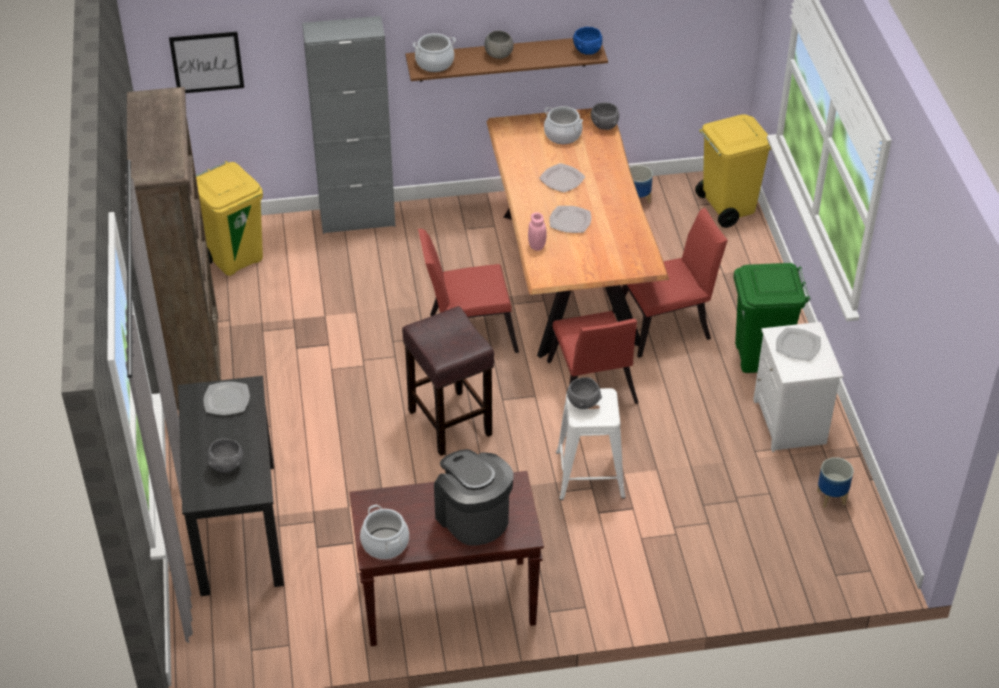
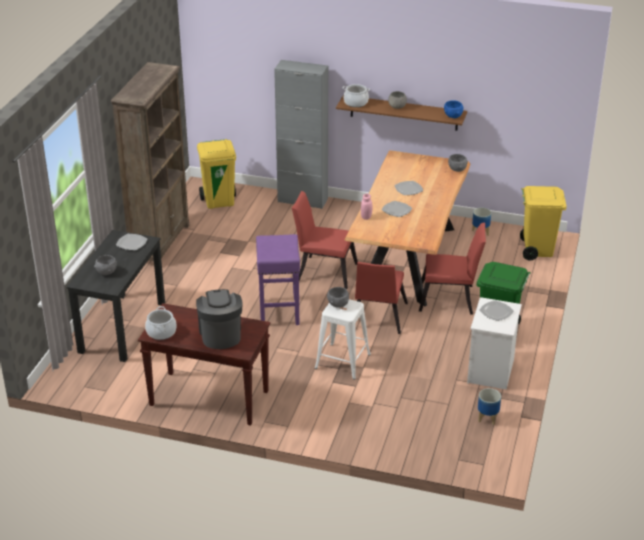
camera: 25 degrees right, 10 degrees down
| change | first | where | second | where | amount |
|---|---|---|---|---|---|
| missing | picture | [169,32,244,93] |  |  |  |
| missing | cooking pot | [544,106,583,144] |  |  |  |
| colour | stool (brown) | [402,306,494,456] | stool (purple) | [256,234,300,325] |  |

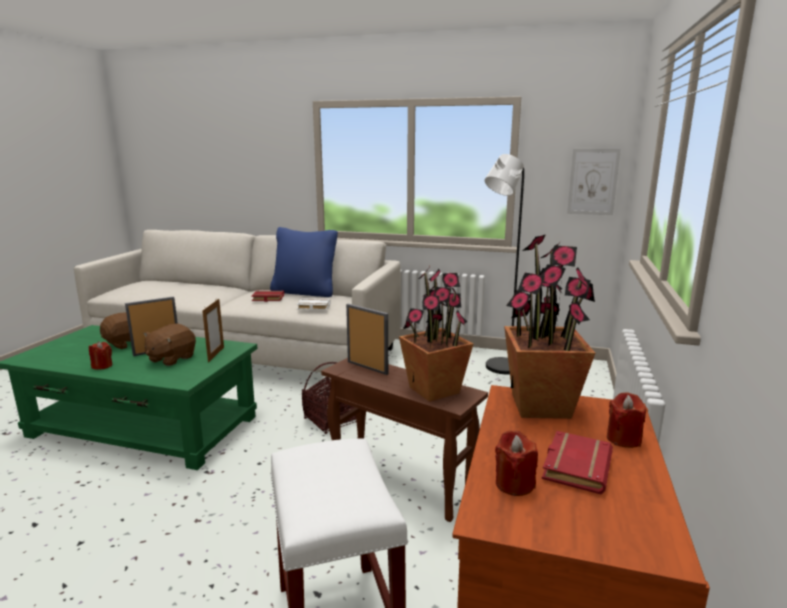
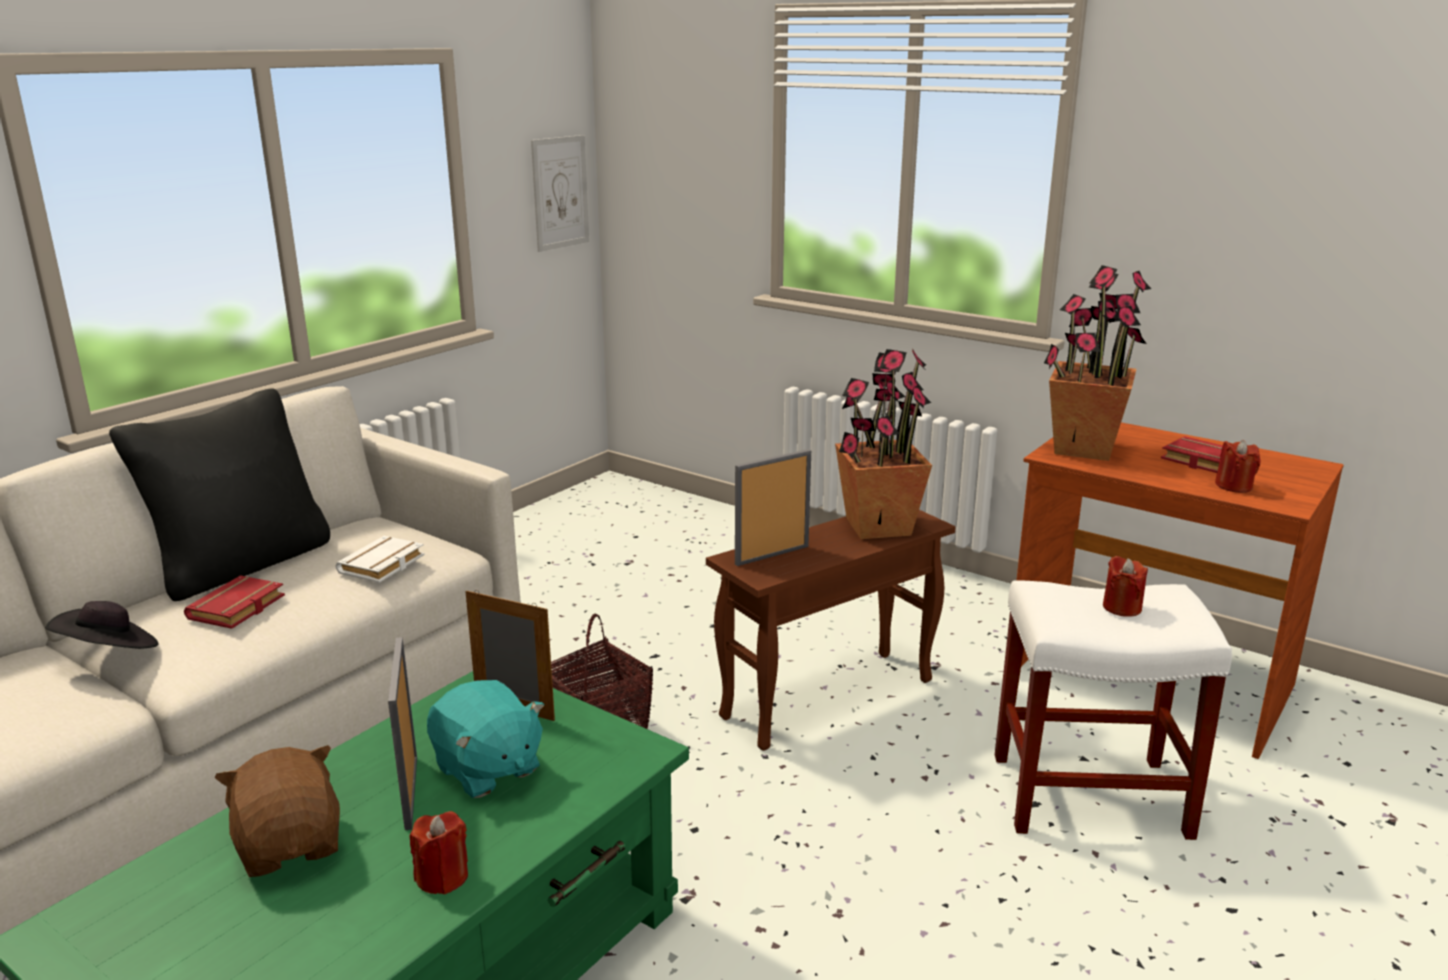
camera: 70 degrees left, 5 degrees up
| change | first | where | second | where | amount |
|---|---|---|---|---|---|
| missing | floor lamp (black) | [485,154,524,374] |  |  |  |
| appeared |  |  | hat (black) | [45,601,159,649] |  |
| relocated | candle (red) | [607,392,646,448] |  | [1103,556,1148,617] |  |
| colour | plush toy (brown) | [143,323,196,366] | plush toy (turquoise) | [427,680,544,798] |  |
| colour | pillow (blue) | [270,227,338,297] | pillow (black) | [109,388,330,601] |  |

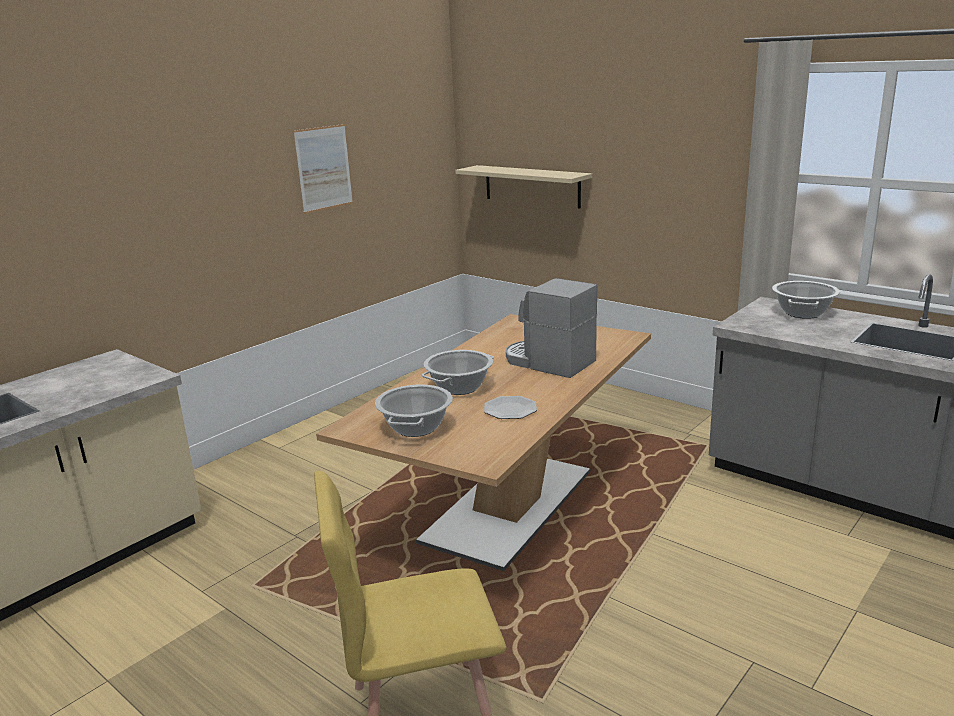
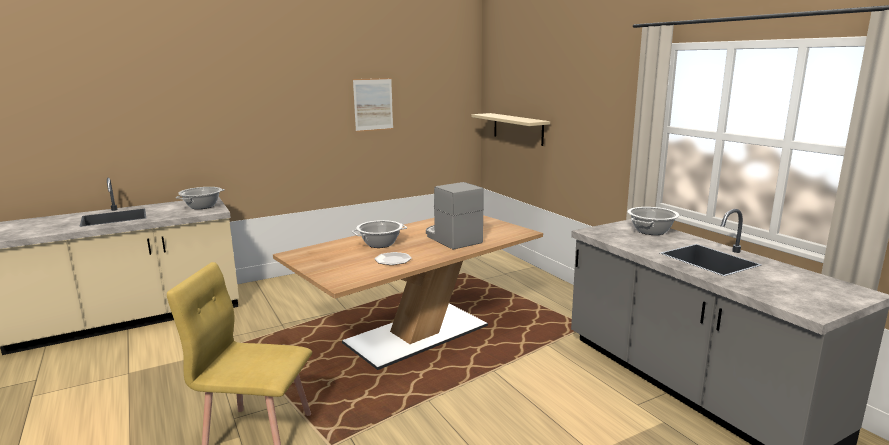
camera: 20 degrees right, 5 degrees down
| change | first | where | second | where | amount |
|---|---|---|---|---|---|
| relocated | cooking pot | [375,385,453,437] |  | [176,187,225,209] |  |

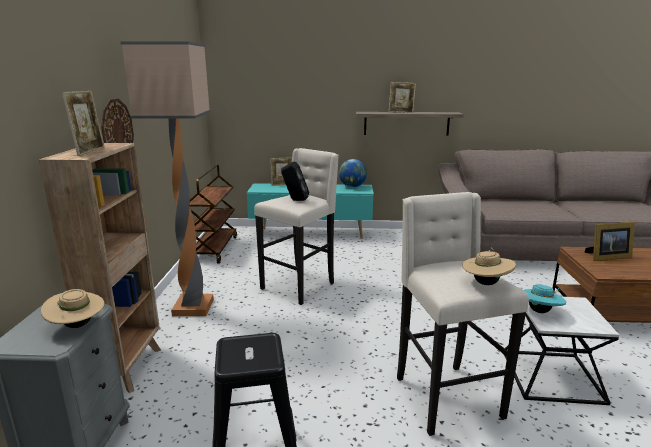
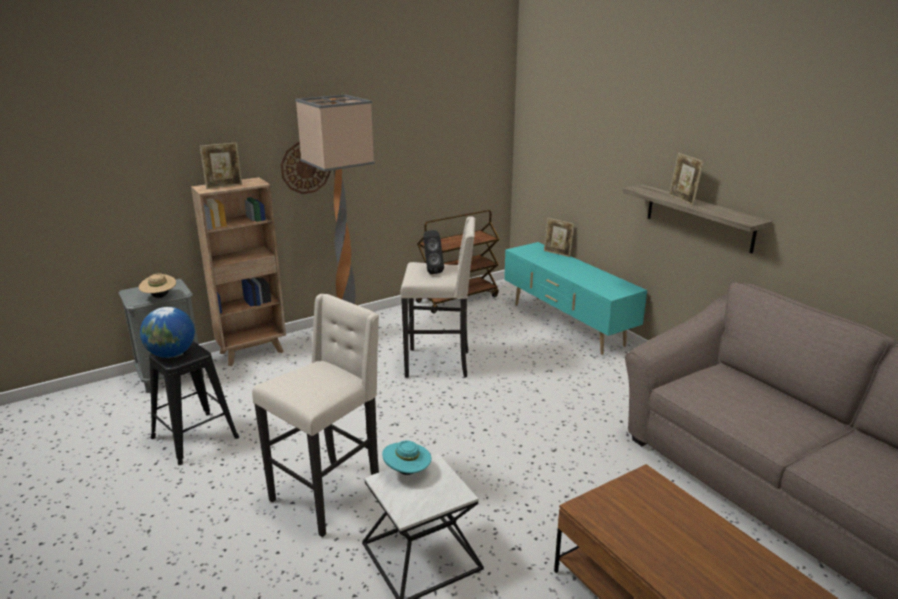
camera: 55 degrees right, 5 degrees up
| change | first | where | second | where | amount |
|---|---|---|---|---|---|
| missing | hat (beige) | [462,247,516,285] |  |  |  |
| missing | picture frame | [584,222,635,261] |  |  |  |
| relocated | globe | [339,159,367,187] |  | [140,307,195,358] |  |

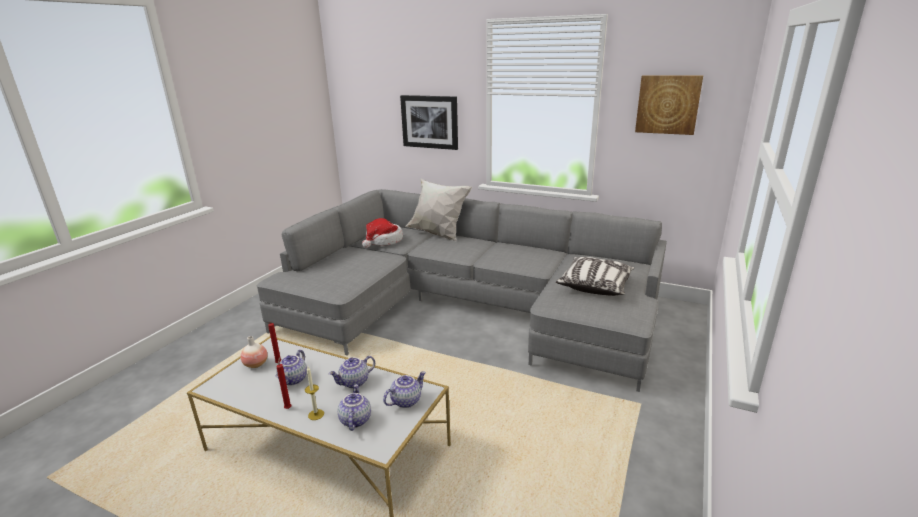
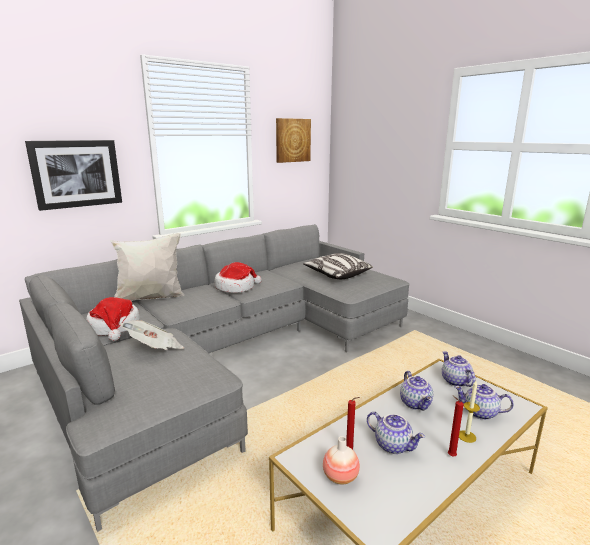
camera: 65 degrees left, 5 degrees down
| change | first | where | second | where | amount |
|---|---|---|---|---|---|
| appeared |  |  | newspaper | [120,320,184,350] |  |
| appeared |  |  | hat | [214,262,262,293] |  |

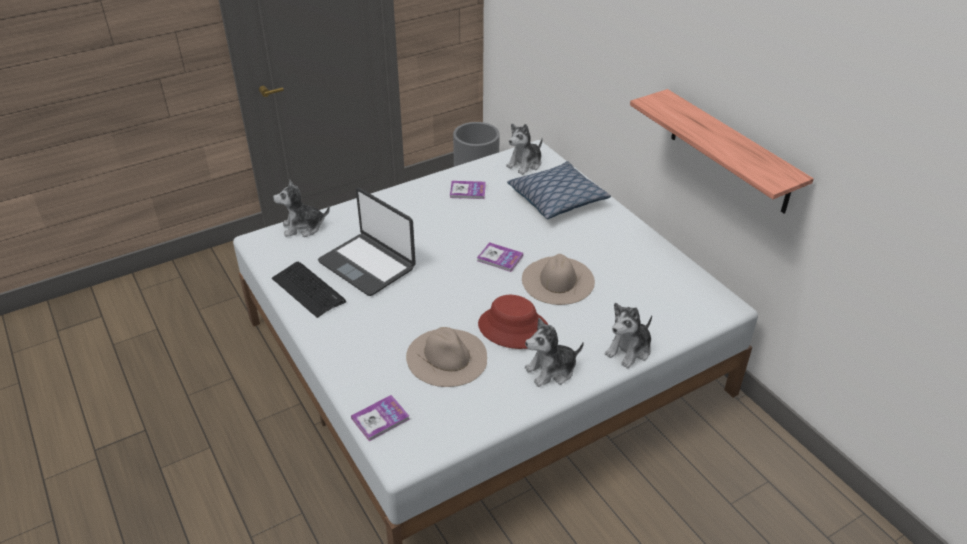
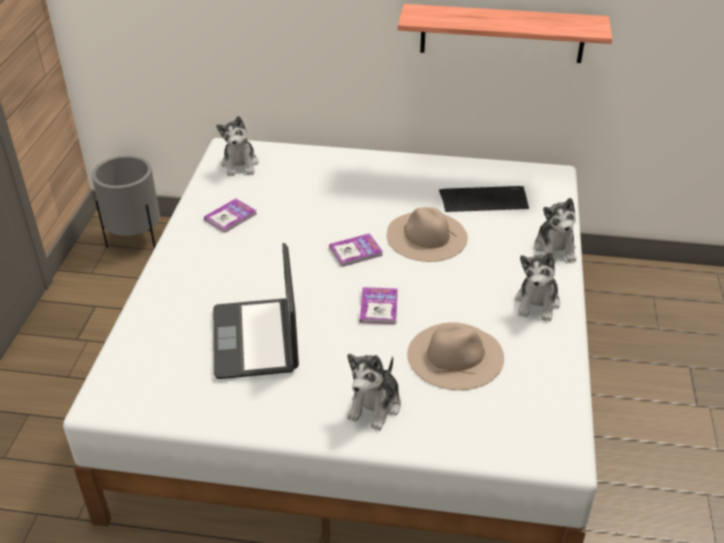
camera: 50 degrees left, 0 degrees up
| change | first | where | second | where | amount |
|---|---|---|---|---|---|
| missing | hat (red) | [478,295,548,349] |  |  |  |
| missing | pillow | [507,161,611,219] |  |  |  |
| relocated | keyboard | [272,262,346,318] |  | [439,186,529,212] |  |
| relocated | plush toy | [273,180,330,237] |  | [347,354,401,431] |  |
| relocated | book | [351,395,410,441] |  | [360,287,398,324] |  |
| spun | laptop | [318,188,416,296] |  | [213,243,299,379] | 90 degrees clockwise |

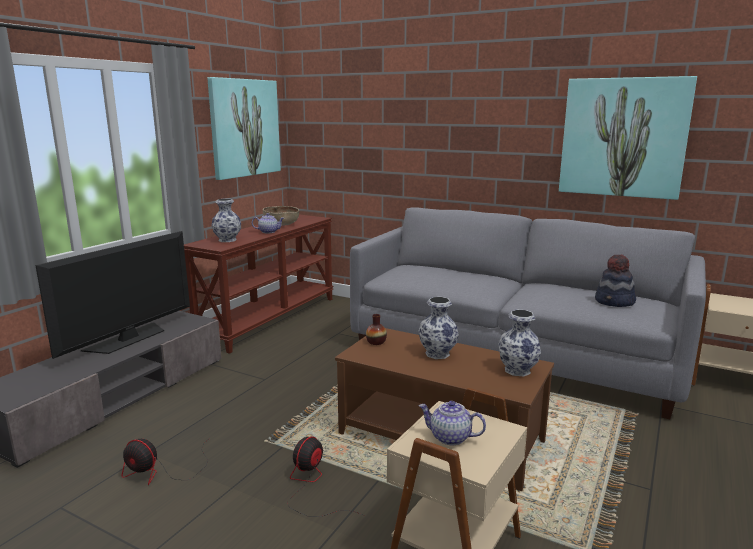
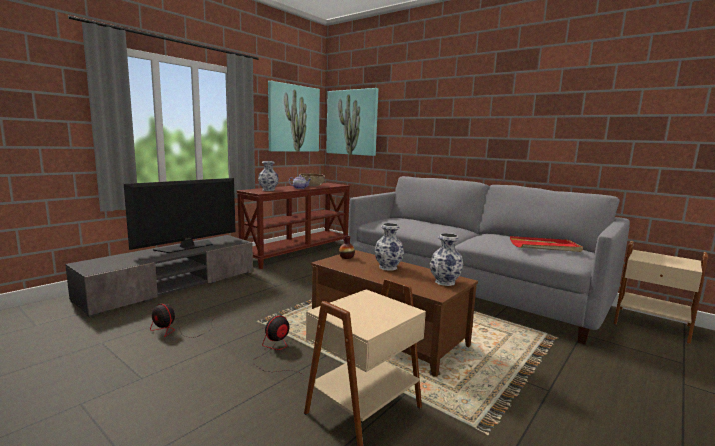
camera: 10 degrees right, 5 degrees down
| change | first | where | second | where | amount |
|---|---|---|---|---|---|
| missing | teapot | [419,401,486,445] |  |  |  |
| relocated | picture | [559,76,697,200] |  | [326,88,378,156] |  |
| exchanged | hat | [595,255,636,307] | tray (red) | [510,236,583,252] |  |

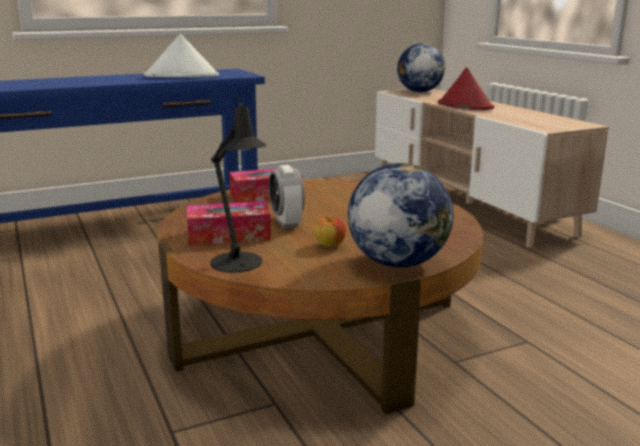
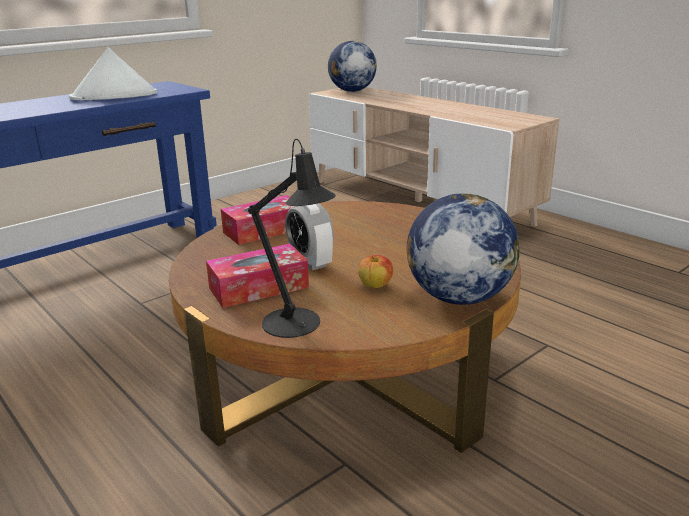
camera: 15 degrees left, 5 degrees up
| change | first | where | second | where | amount |
|---|---|---|---|---|---|
| missing | hat (red) | [438,67,495,110] |  |  |  |

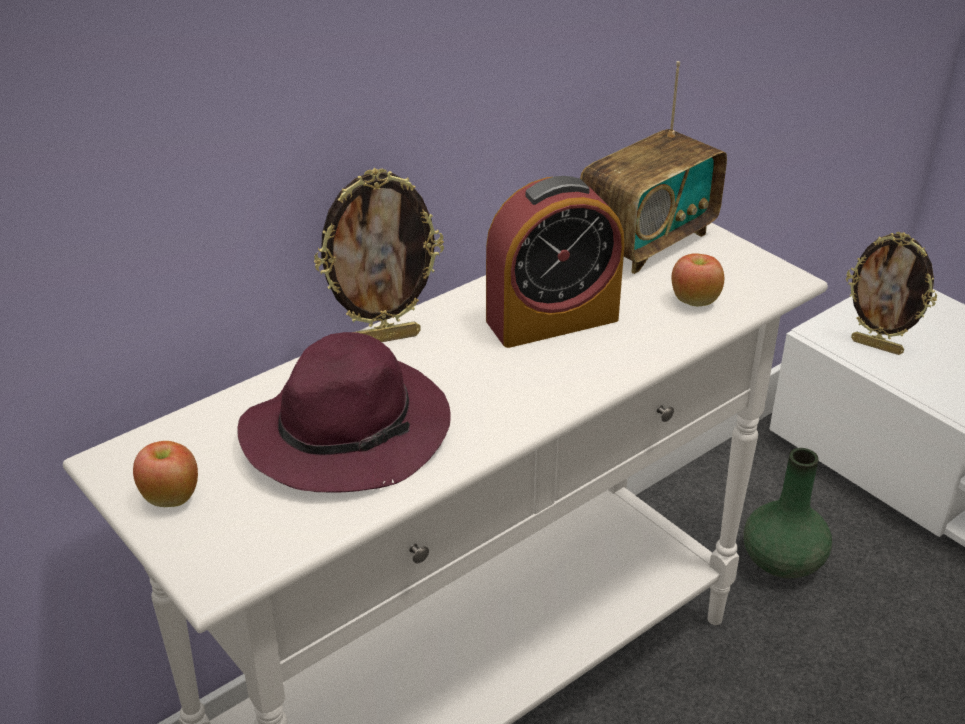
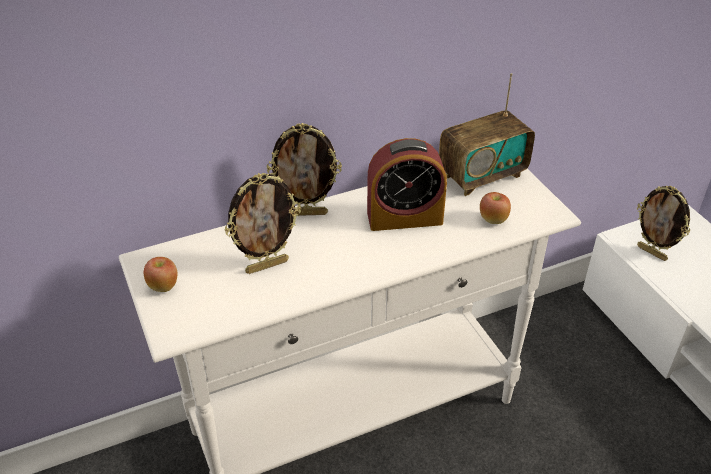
camera: 15 degrees right, 5 degrees up
| change | first | where | second | where | amount |
|---|---|---|---|---|---|
| missing | vase (green) | [743,448,832,578] |  |  |  |
| exchanged | hat (purple) | [237,332,451,493] | picture frame | [225,173,301,274] |  |

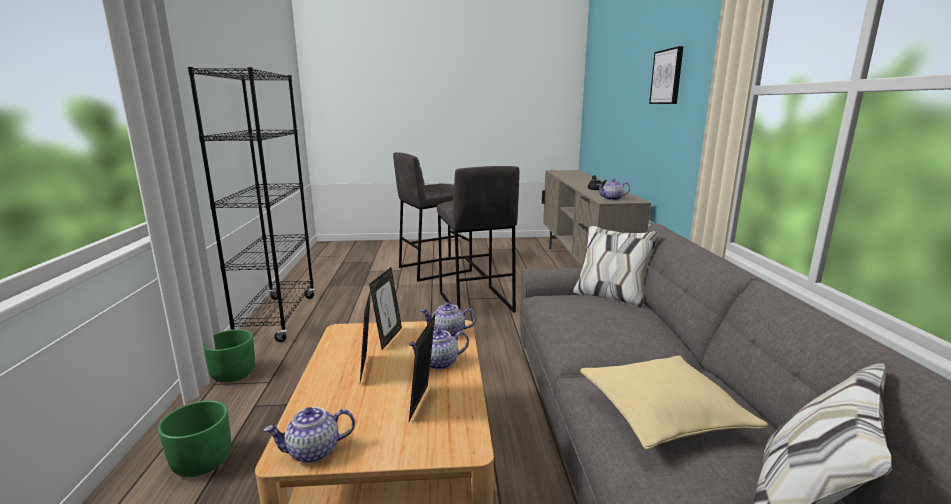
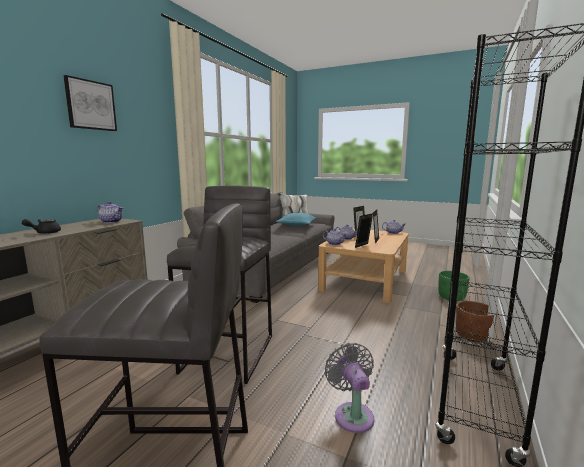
camera: 150 degrees left, 5 degrees down
| change | first | where | second | where | amount |
|---|---|---|---|---|---|
| appeared |  |  | fan (grey) | [325,343,375,433] |  |
| colour | planter (green) | [203,329,255,382] | planter (brown) | [456,301,497,343] |  |
| colour | pillow (beige) | [580,356,768,450] | pillow (turquoise) | [276,213,318,226] |  |

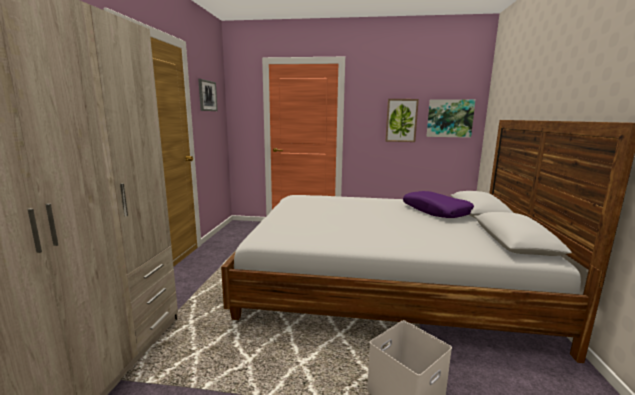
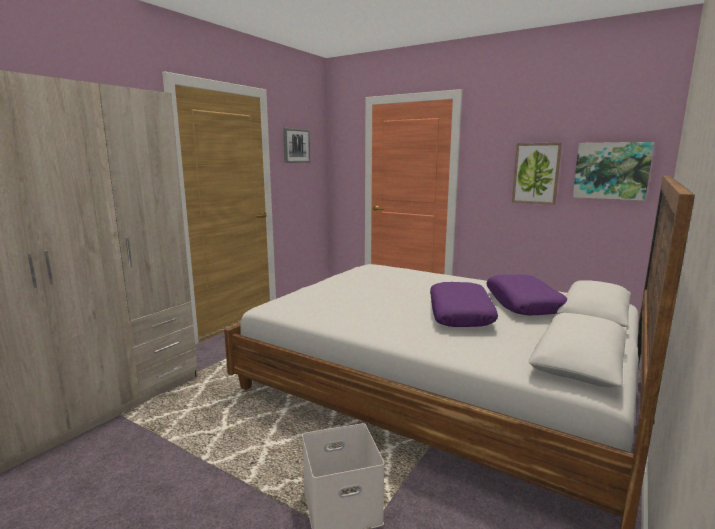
camera: 25 degrees right, 0 degrees up
| change | first | where | second | where | amount |
|---|---|---|---|---|---|
| appeared |  |  | pillow (purple) | [430,282,498,327] |  |

